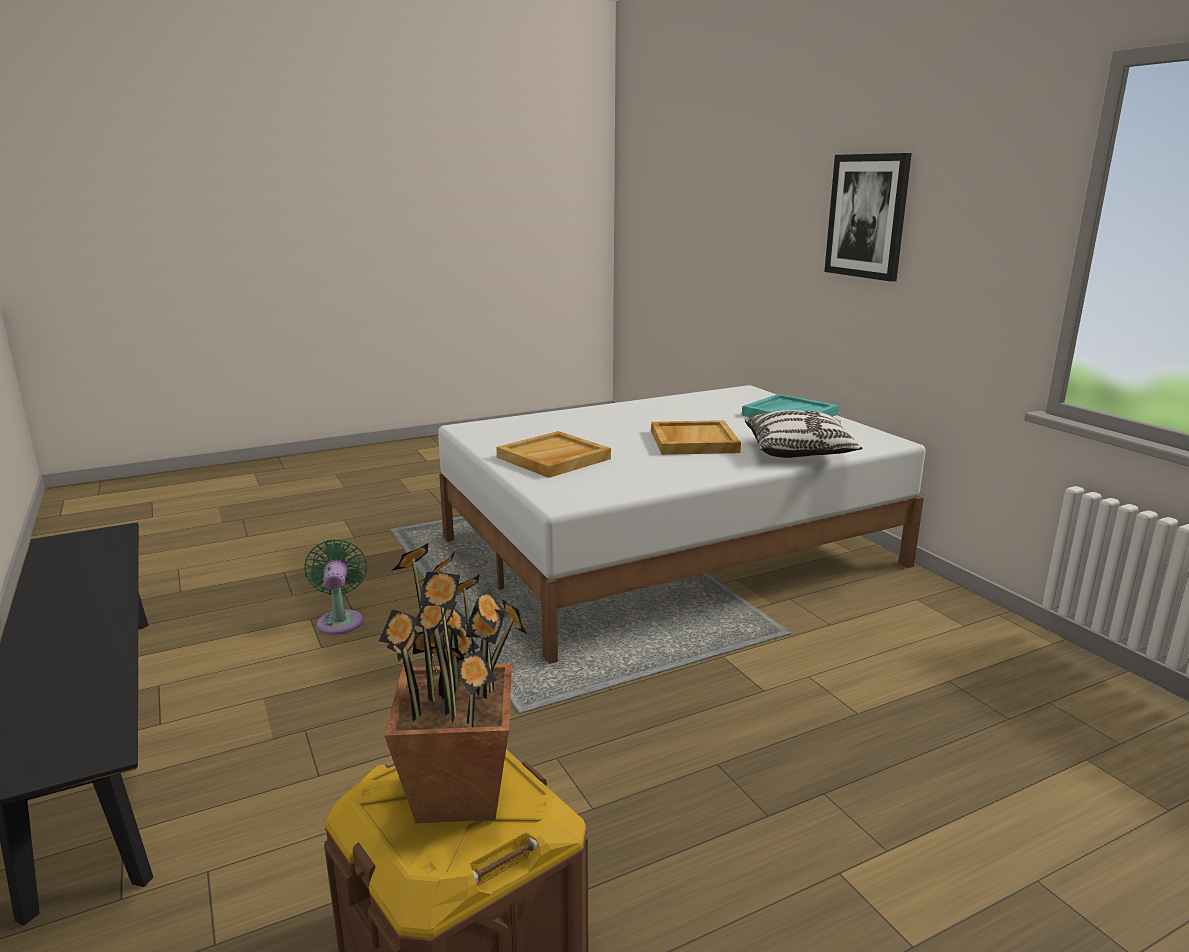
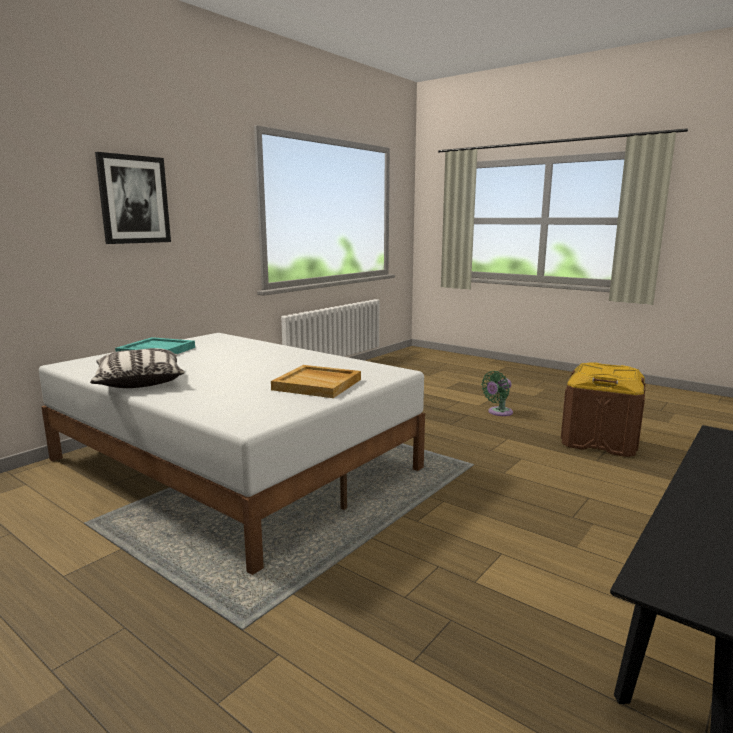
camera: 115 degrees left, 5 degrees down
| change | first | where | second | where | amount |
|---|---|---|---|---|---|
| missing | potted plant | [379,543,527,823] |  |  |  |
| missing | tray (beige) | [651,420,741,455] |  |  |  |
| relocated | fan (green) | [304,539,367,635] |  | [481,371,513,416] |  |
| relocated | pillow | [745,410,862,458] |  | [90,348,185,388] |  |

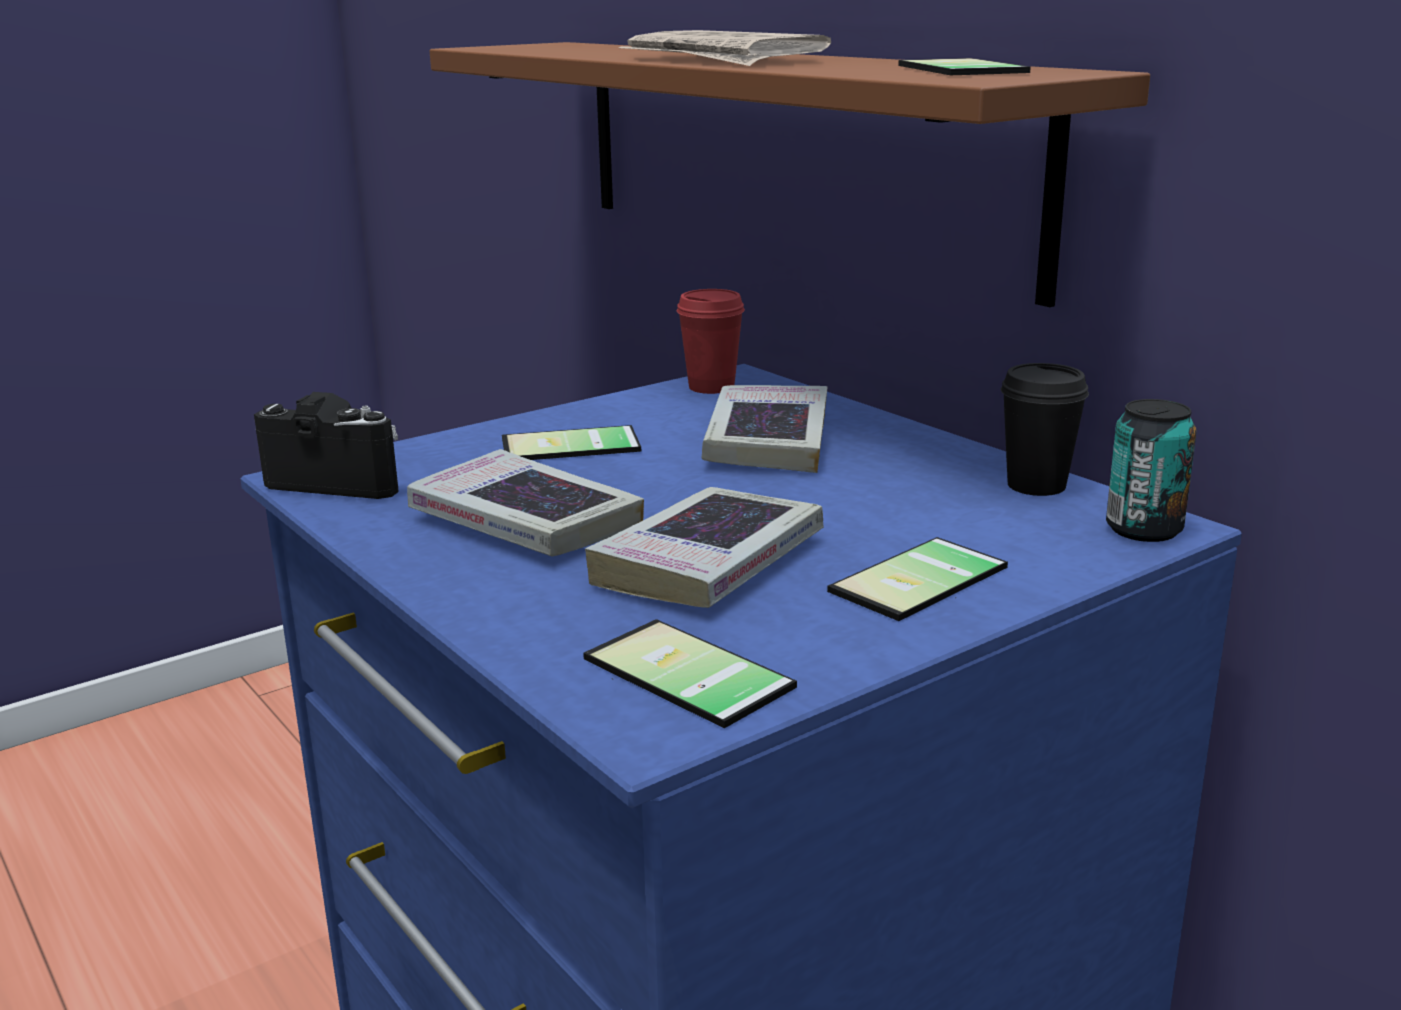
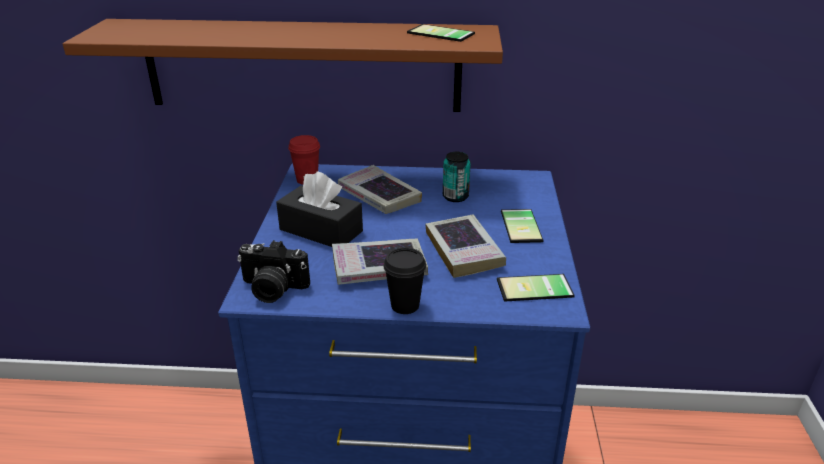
camera: 50 degrees left, 10 degrees up
| change | first | where | second | where | amount |
|---|---|---|---|---|---|
| missing | newspaper | [619,30,831,66] |  |  |  |
| relocated | cup (black) | [1001,363,1089,496] |  | [383,247,426,314] |  |
| relocated | can | [1106,399,1197,542] |  | [443,152,471,202] |  |
| exchanged | phone | [502,425,641,460] | tissue box (black) | [276,172,363,247] |  |
| spun | photo camera | [254,392,399,499] |  | [237,240,310,303] | 135 degrees counterclockwise |

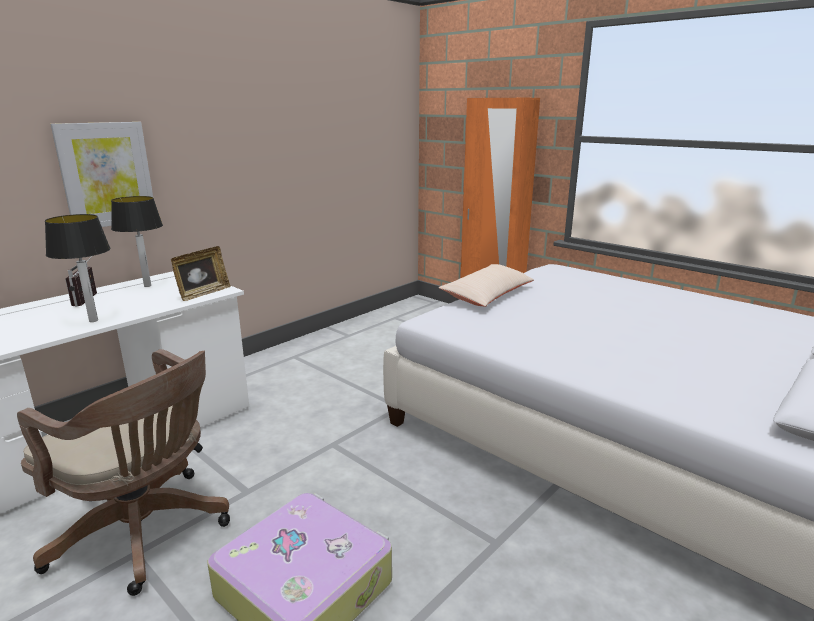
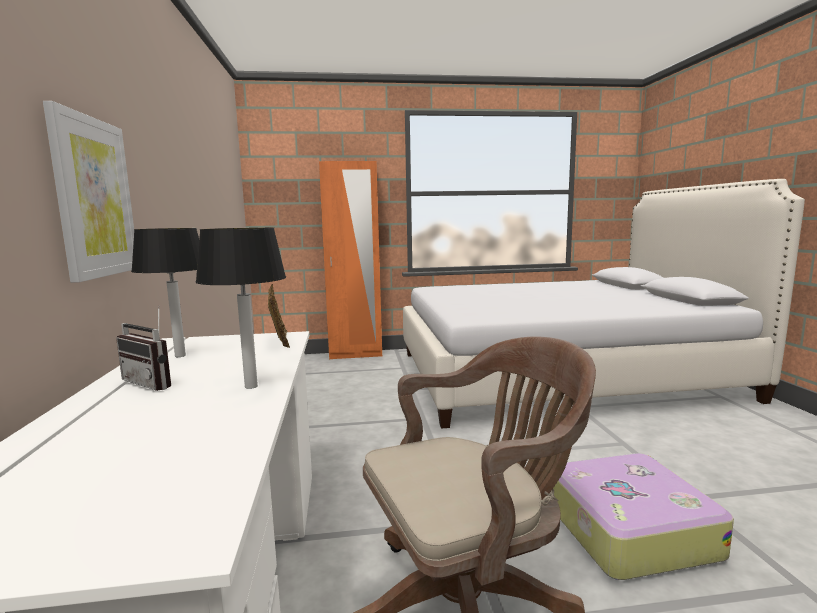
camera: 50 degrees left, 10 degrees down
| change | first | where | second | where | amount |
|---|---|---|---|---|---|
| missing | pillow (beige) | [439,264,534,307] |  |  |  |

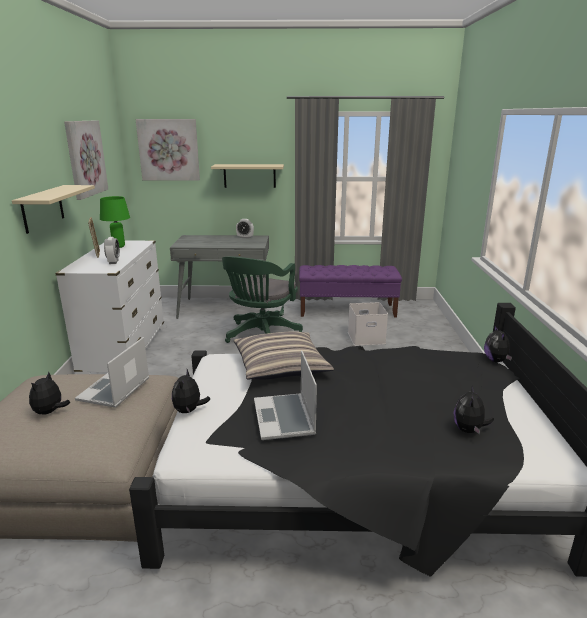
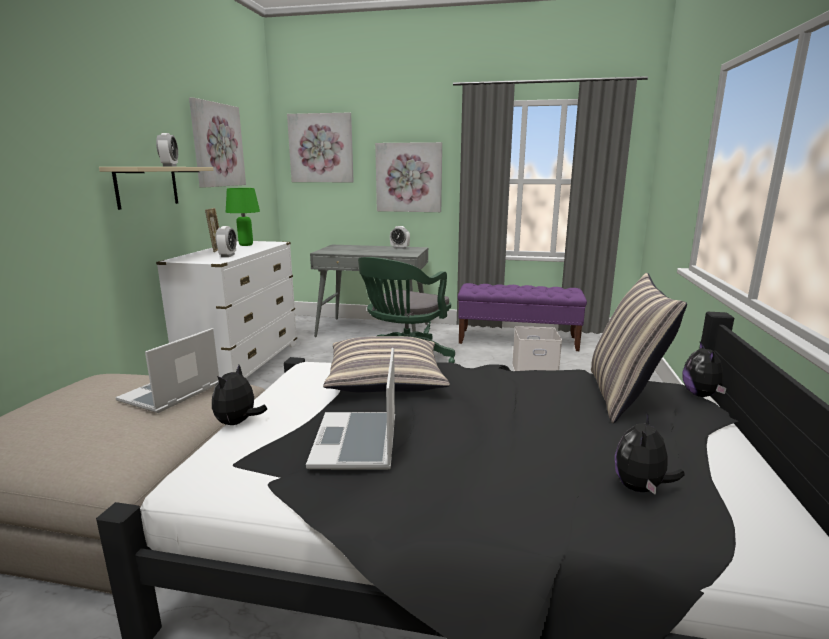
camera: 10 degrees right, 5 degrees down
| change | first | where | second | where | amount |
|---|---|---|---|---|---|
| missing | plush toy | [29,372,70,414] |  |  |  |
| appeared |  |  | alarm clock | [156,133,178,167] |  |
| appeared |  |  | pillow | [591,273,687,423] |  |
| exchanged | shelf (beige) | [211,164,284,188] | picture | [375,142,442,212] |  |

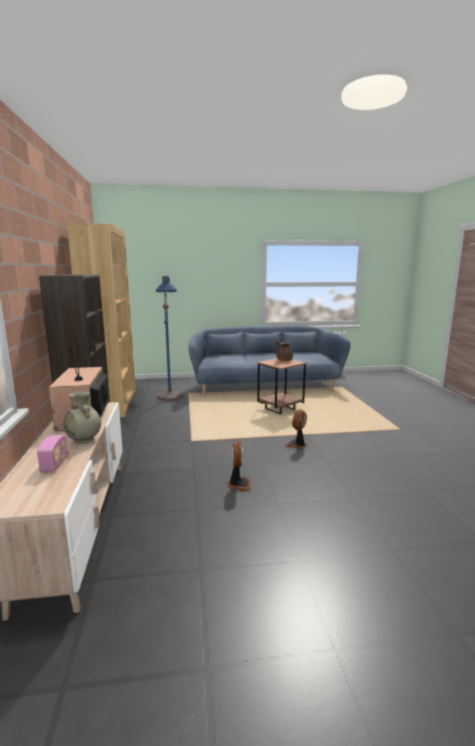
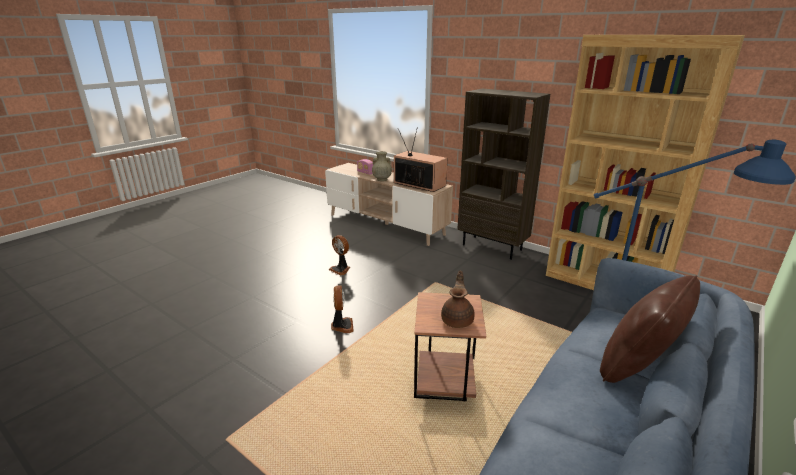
camera: 135 degrees right, 10 degrees up
| change | first | where | second | where | amount |
|---|---|---|---|---|---|
| appeared |  |  | pillow (brown) | [600,275,700,383] |  |

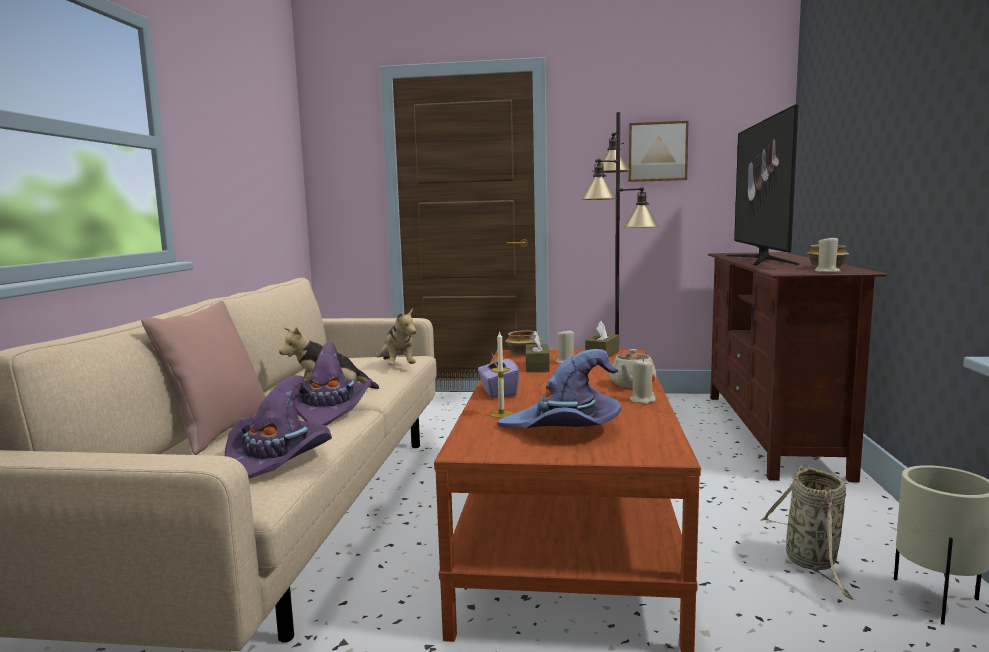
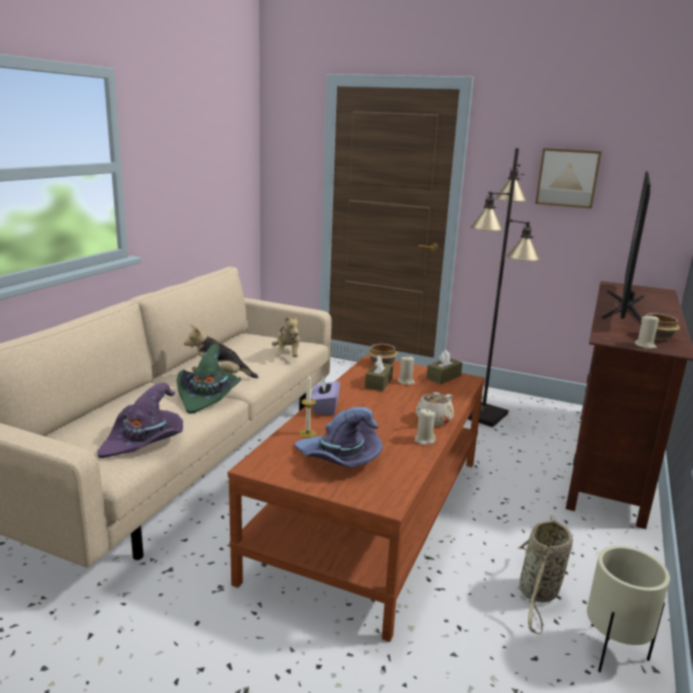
camera: 15 degrees right, 10 degrees up
| change | first | where | second | where | amount |
|---|---|---|---|---|---|
| missing | pillow (pink) | [141,301,266,455] |  |  |  |
| colour | hat (purple) | [295,342,372,426] | hat (green) | [177,344,242,414] |  |

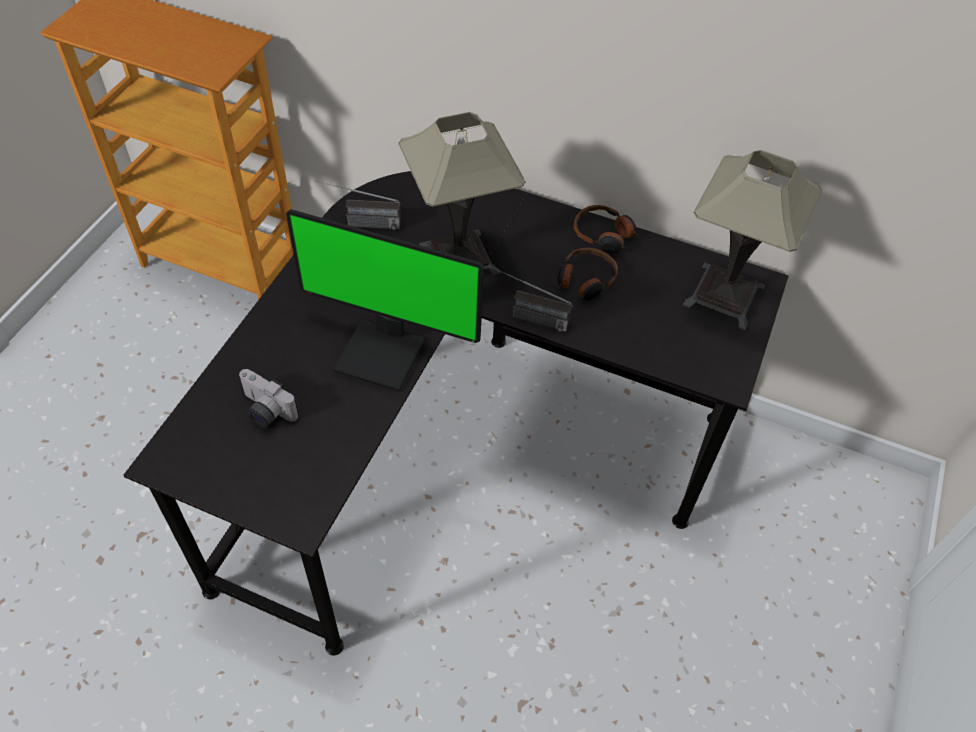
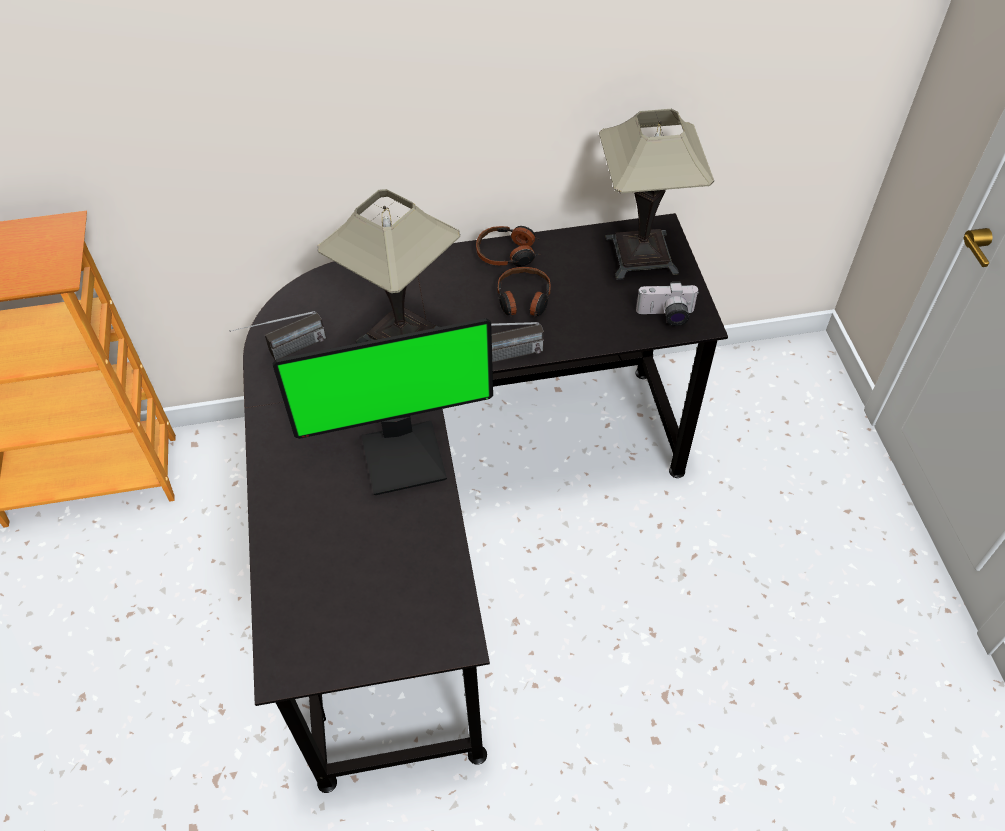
camera: 30 degrees left, 0 degrees up
| change | first | where | second | where | amount |
|---|---|---|---|---|---|
| relocated | photo camera | [238,369,299,428] |  | [636,282,698,326] |  |

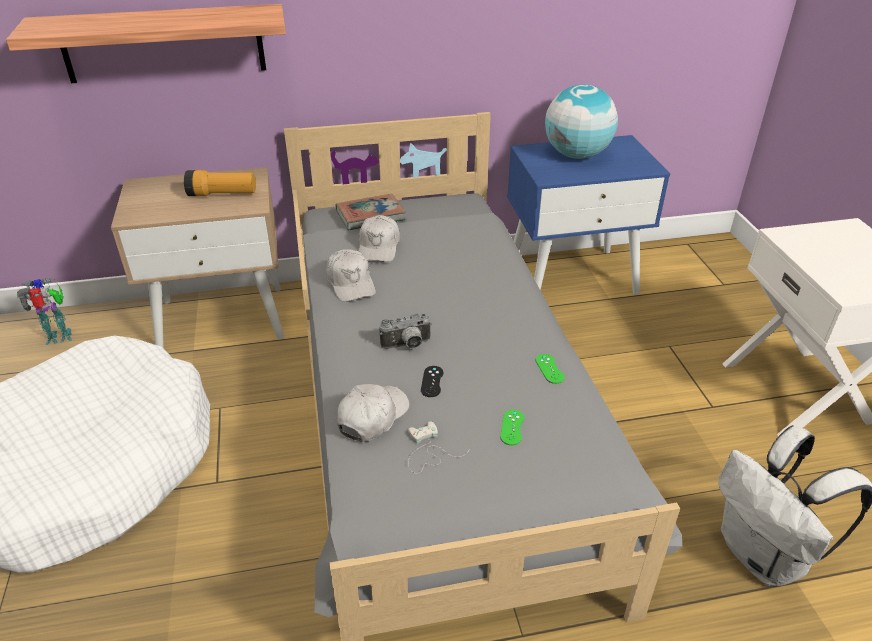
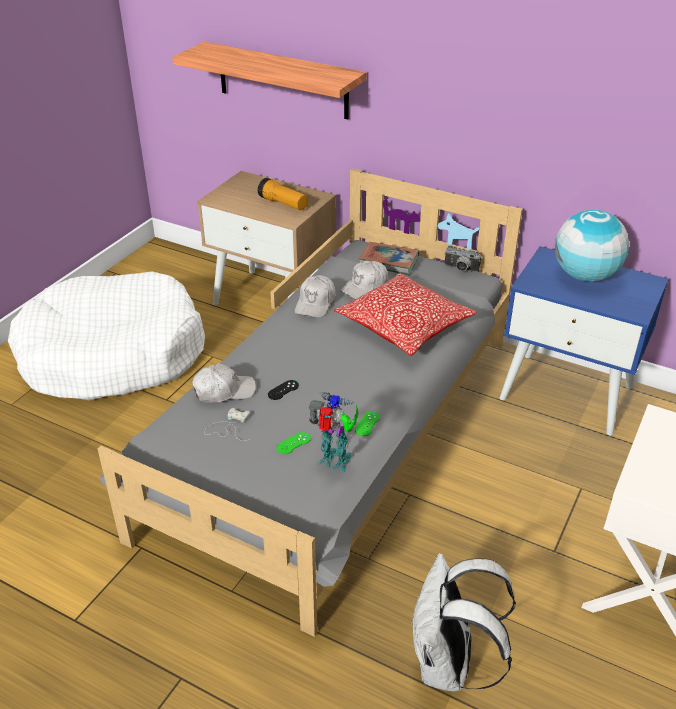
camera: 40 degrees right, 0 degrees up
| change | first | where | second | where | amount |
|---|---|---|---|---|---|
| appeared |  |  | pillow | [334,273,477,356] |  |
| relocated | toy robot | [17,278,72,345] |  | [308,392,358,472] |  |
| relocated | photo camera | [380,314,432,349] |  | [445,245,481,272] |  |

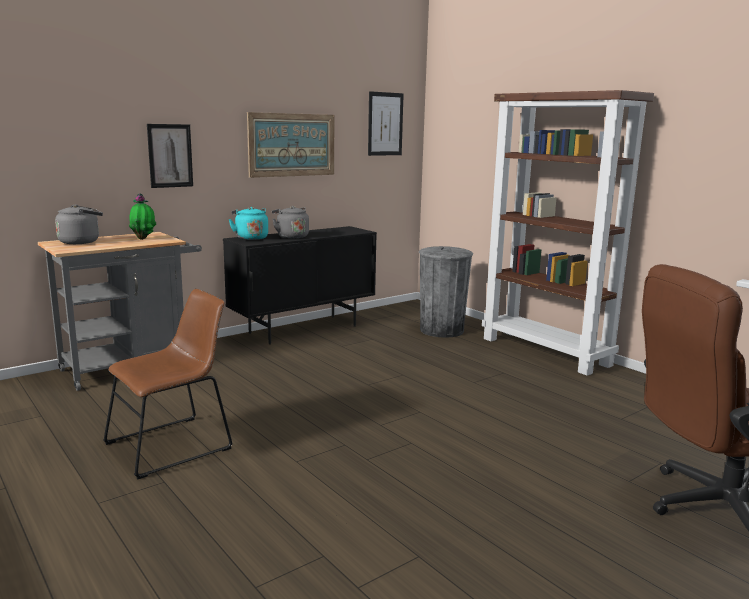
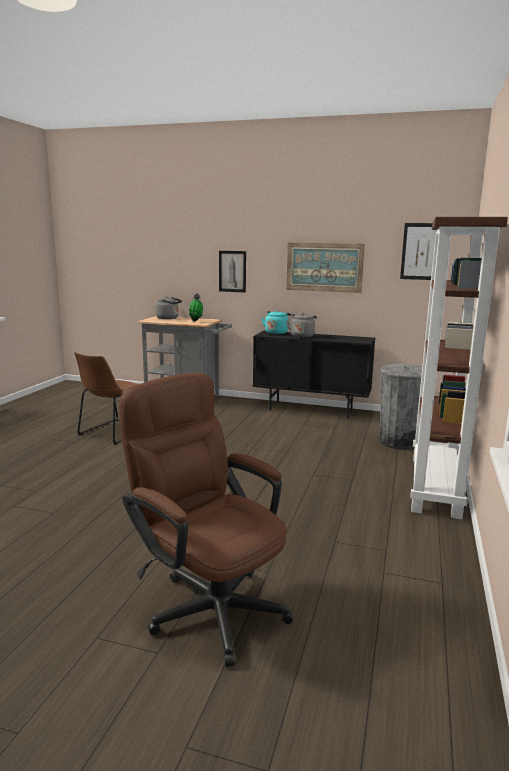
camera: 55 degrees right, 0 degrees up
| change | first | where | second | where | amount |
|---|---|---|---|---|---|
| spun | chair (brown) | [103,289,233,479] |  | [74,352,139,444] | 105 degrees clockwise |

